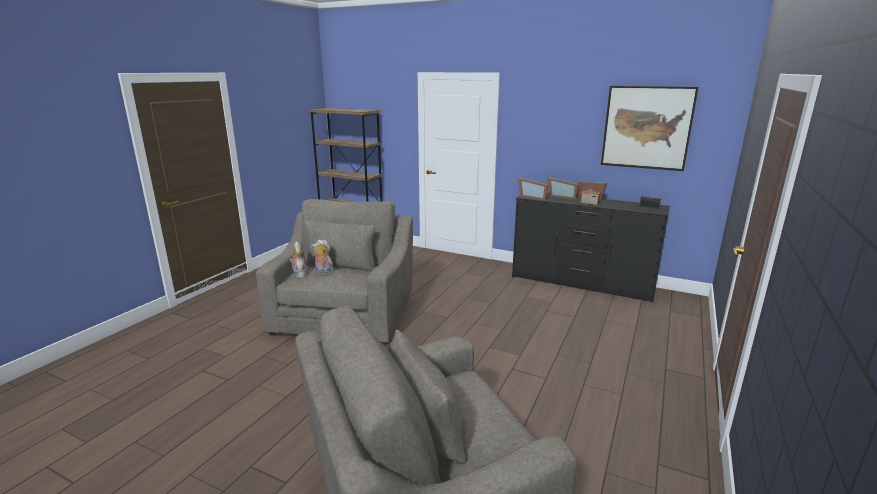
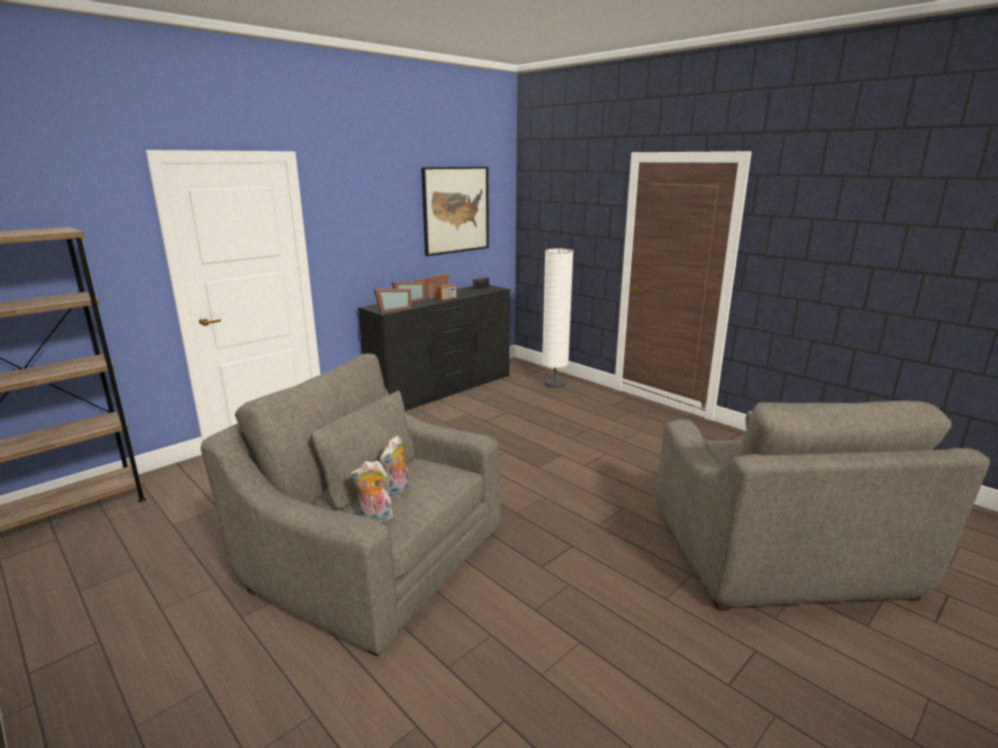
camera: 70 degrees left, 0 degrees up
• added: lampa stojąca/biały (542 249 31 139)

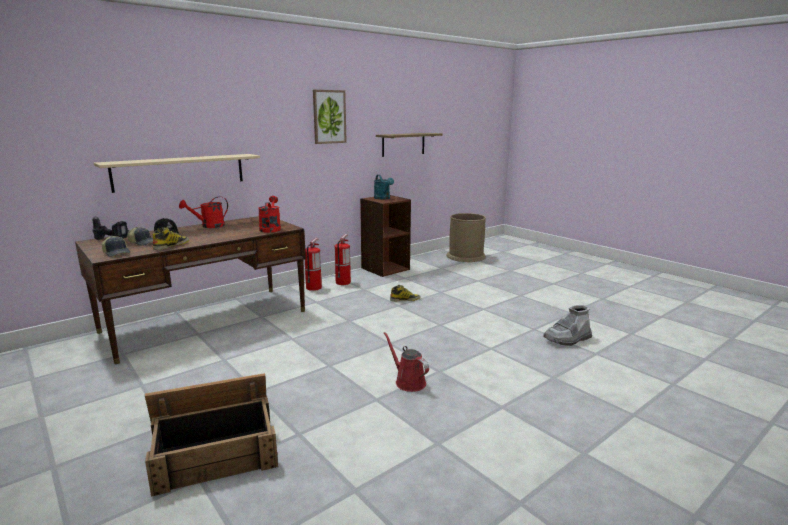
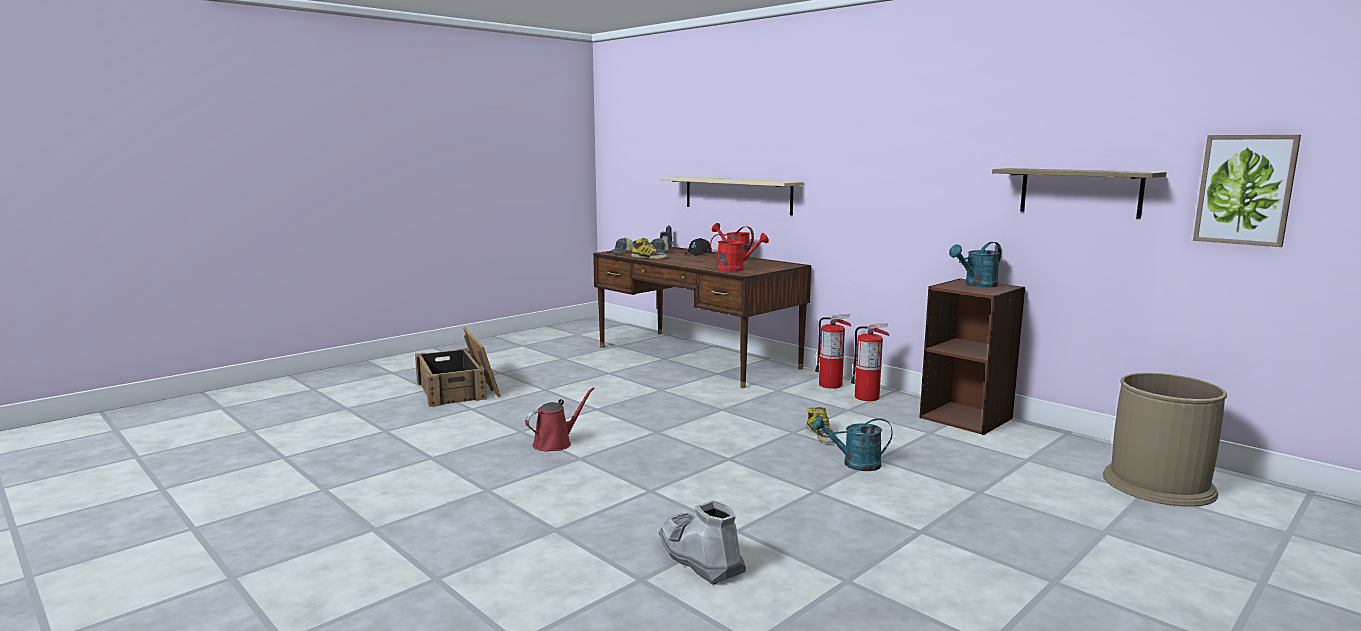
camera: 85 degrees right, 5 degrees down
• added: konewka/turkusowy (812 416 81 55)
• moved: obraz (313 90 34 54) to (1193 135 108 112)

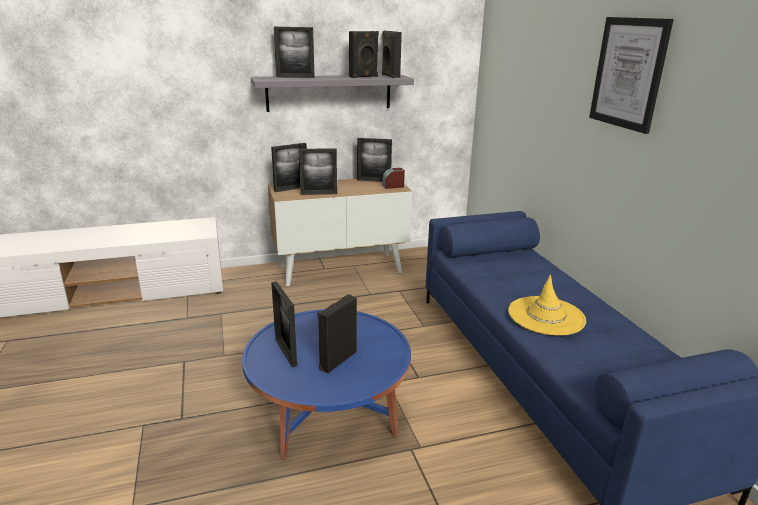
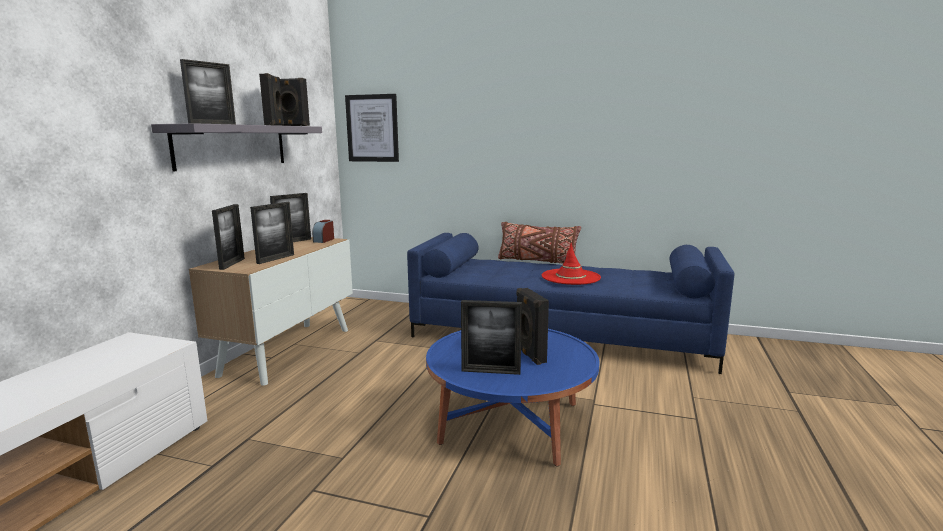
camera: 55 degrees left, 10 degrees down
• moved: obraz (589 17 85 117) to (345 94 54 68)
• added: poduszka/brązowy (498 222 83 42)
• recoloured: kapelusz/żółty (508 275 78 60) to kapelusz/czerwony (542 243 59 42)

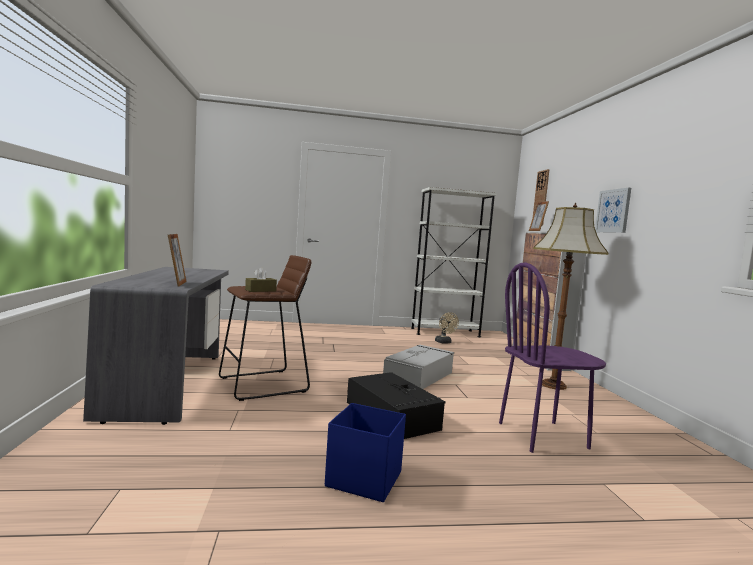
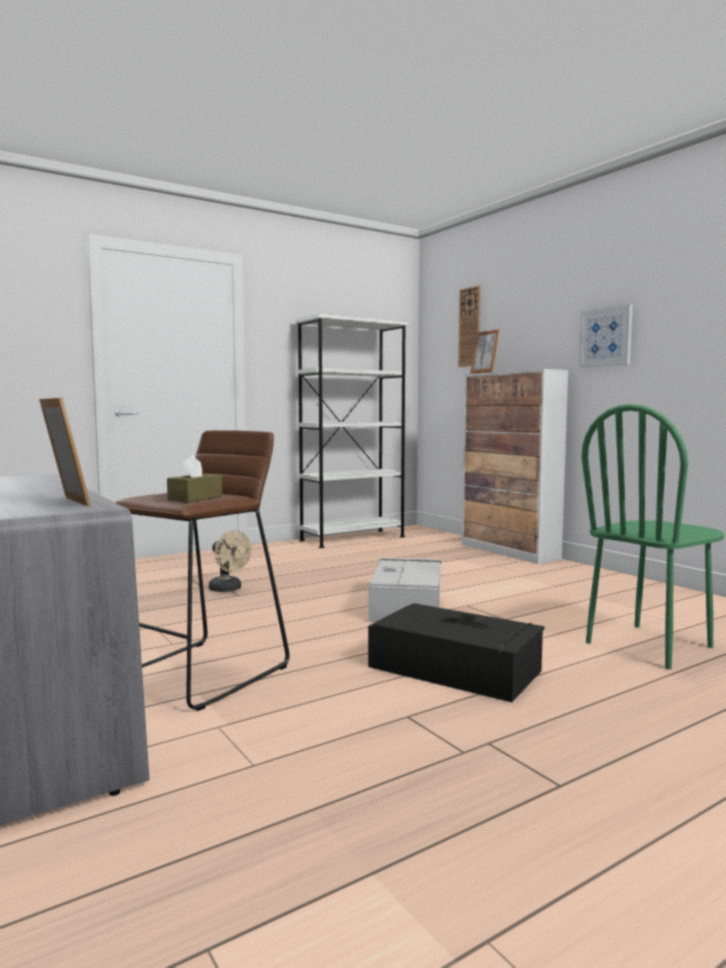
camera: 25 degrees left, 0 degrees up
• moved: wentylator/beżowy (435 312 24 31) to (209 530 43 62)
• recoloured: krzesło/fioletowy (499 263 107 190) to krzesło/zielony (581 404 143 265)
• removed: pojemnik do przechowywania/niebieski (325 403 81 99)
• removed: lampa stojąca (533 203 75 187)

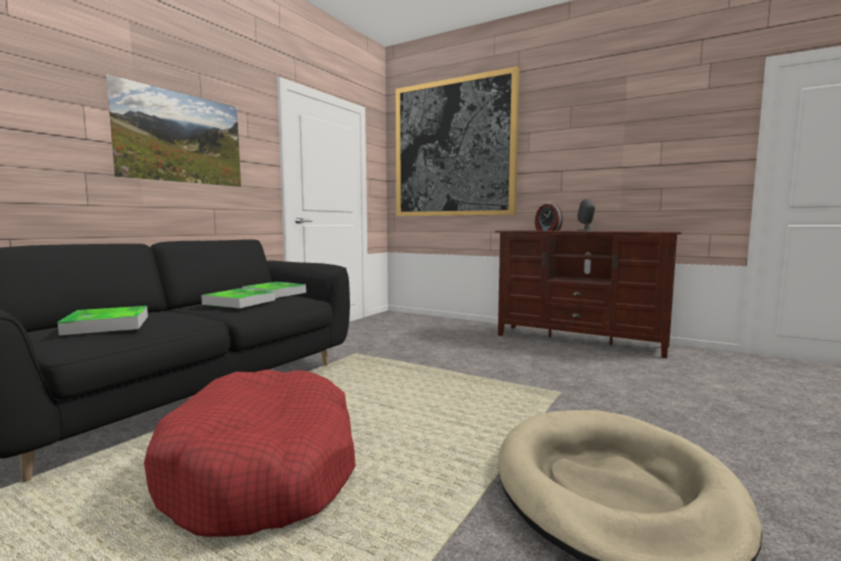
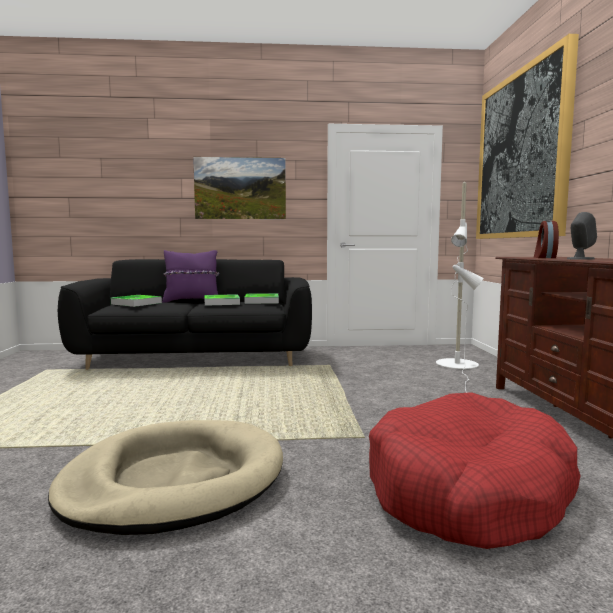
camera: 55 degrees right, 0 degrees up
• added: poduszka/fioletowy (162 250 57 52)
• moved: legowisko/czerwony (144 369 212 168) to (369 392 212 157)
• added: lampa stojąca/biały (436 182 48 211)

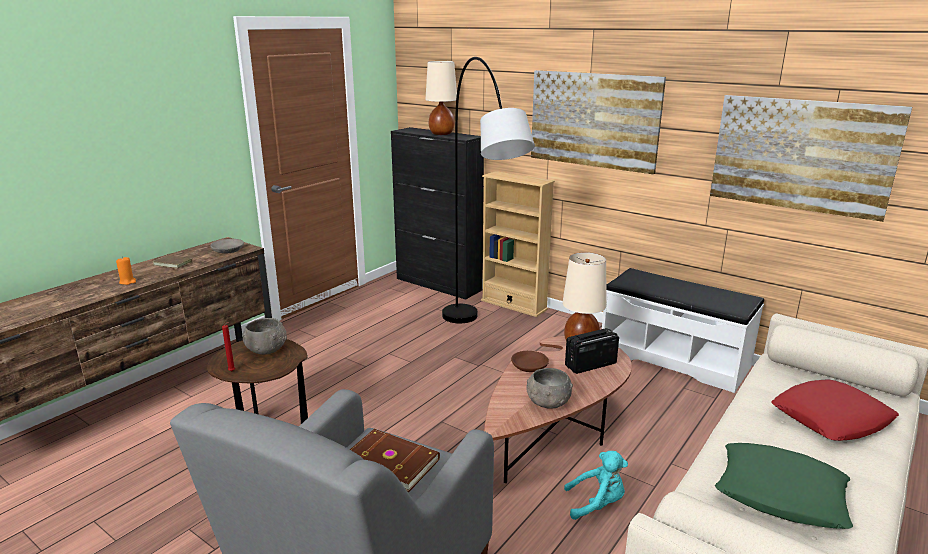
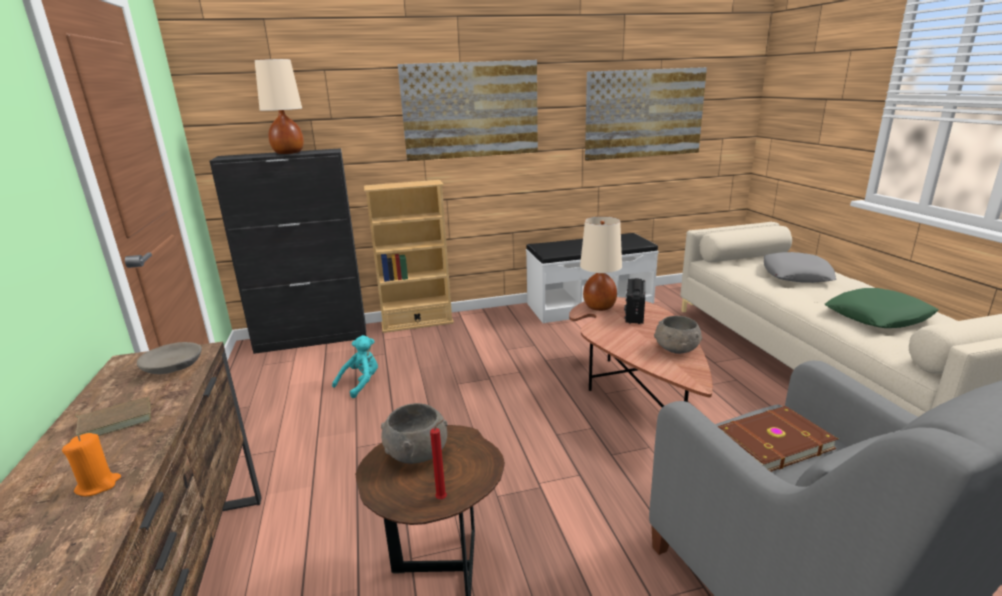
camera: 50 degrees left, 0 degrees up
• moved: pluszak/turkusowy (564 451 64 69) to (332 335 46 63)
• recoloured: poduszka/czerwony (771 380 128 61) to poduszka/szary (764 252 72 31)
• removed: lampa stojąca/szary (442 57 93 266)
• removed: miska/brązowy (511 351 38 21)

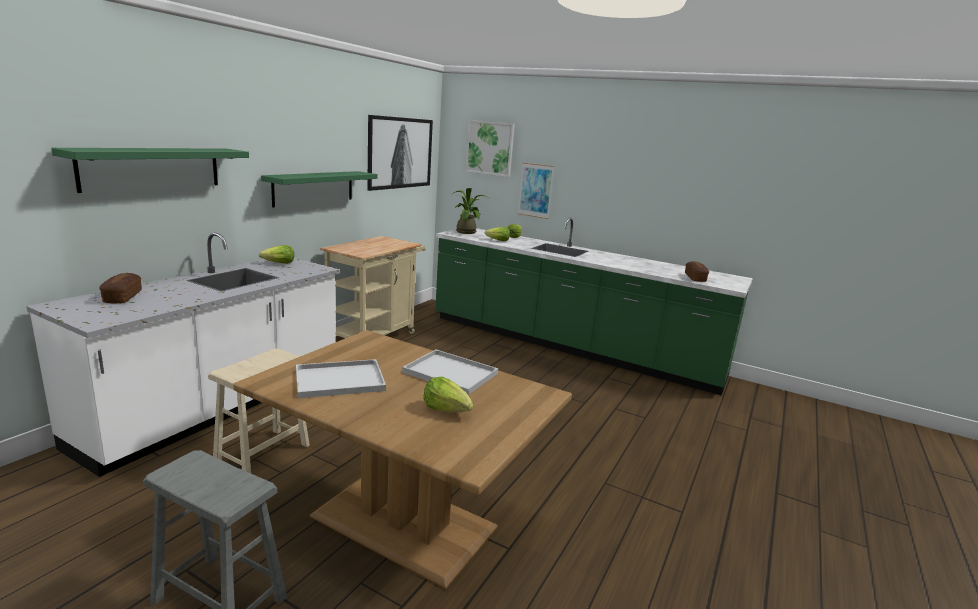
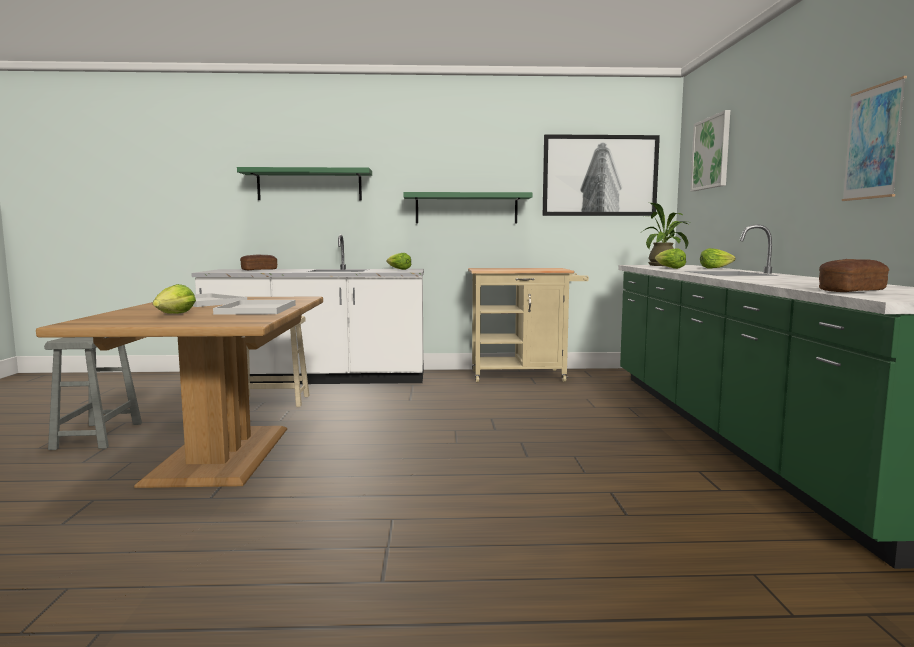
camera: 60 degrees right, 10 degrees down
• moved: obraz (518 163 36 56) to (842 76 65 125)

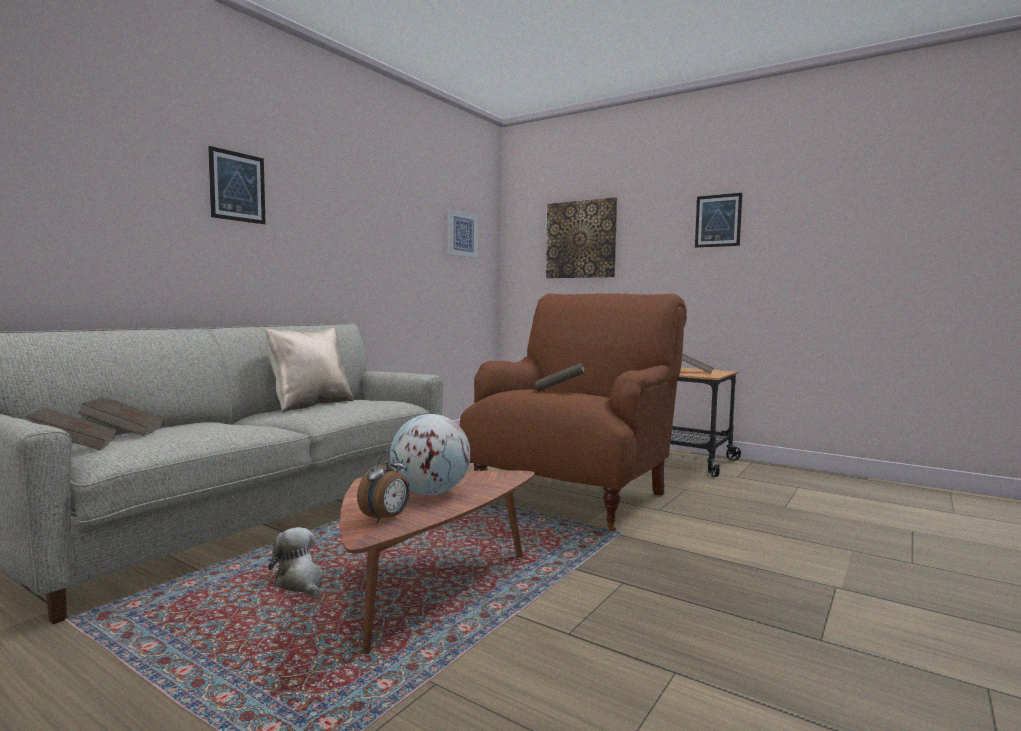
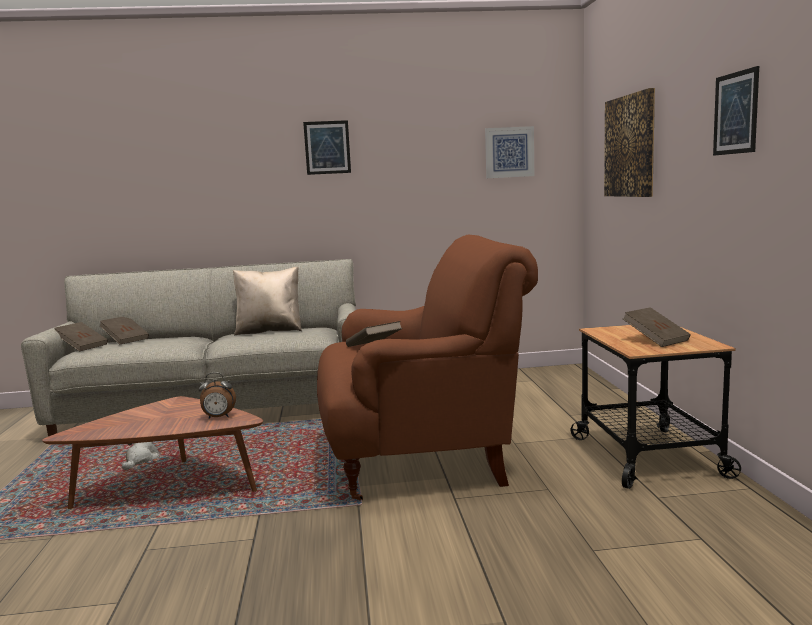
camera: 50 degrees right, 5 degrees up
• moved: budzik (357 450 53 73) to (199 372 37 47)
• moved: obraz (208 146 58 78) to (303 120 48 55)
• removed: globus (390 414 81 81)

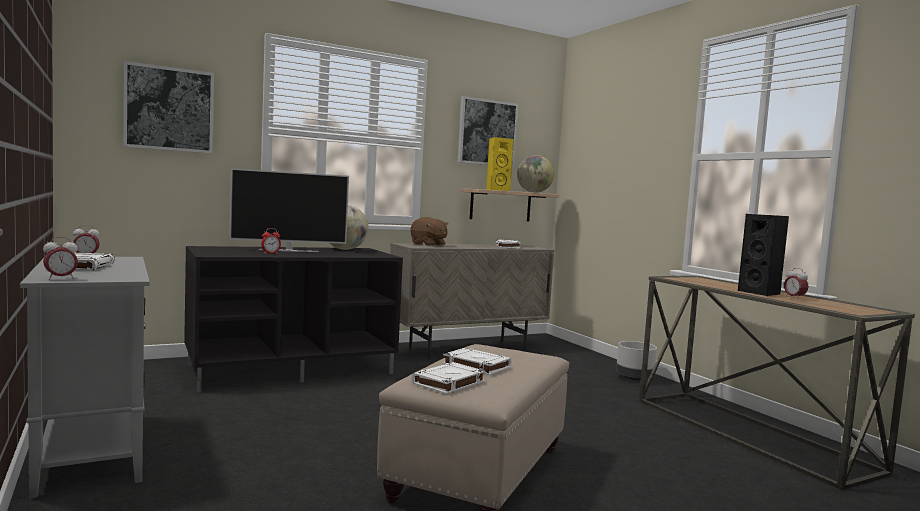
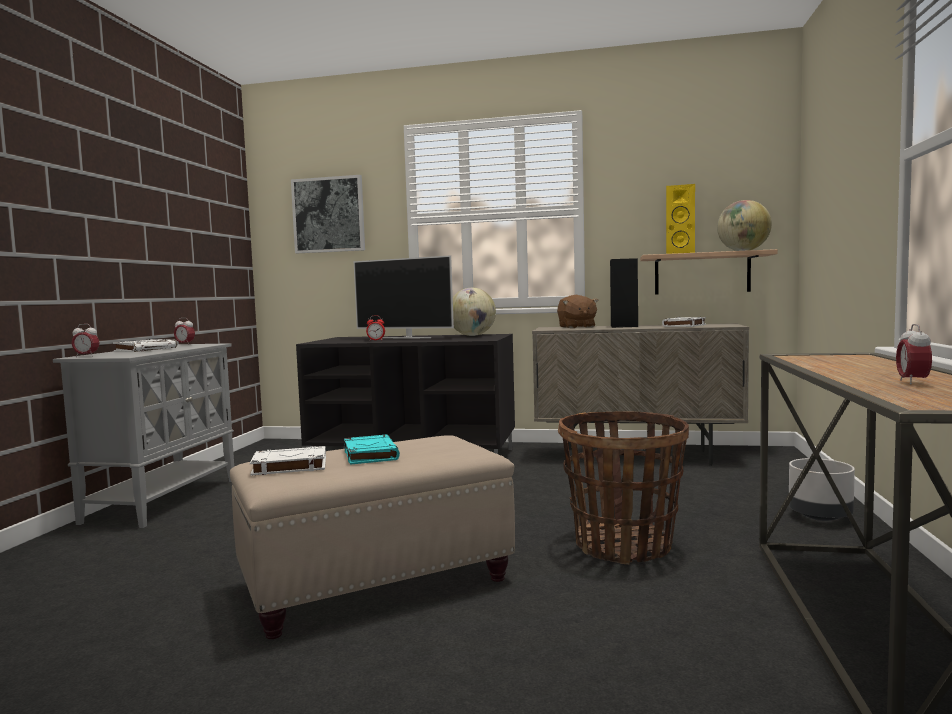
camera: 40 degrees right, 0 degrees up
• recoloured: książka/biały (443 348 68 27) to książka/turkusowy (344 435 56 30)
• added: koszyk (558 411 131 154)
• moved: głośnik/czarny (738 214 51 82) to (610 258 28 70)
• removed: obraz (458 96 61 71)

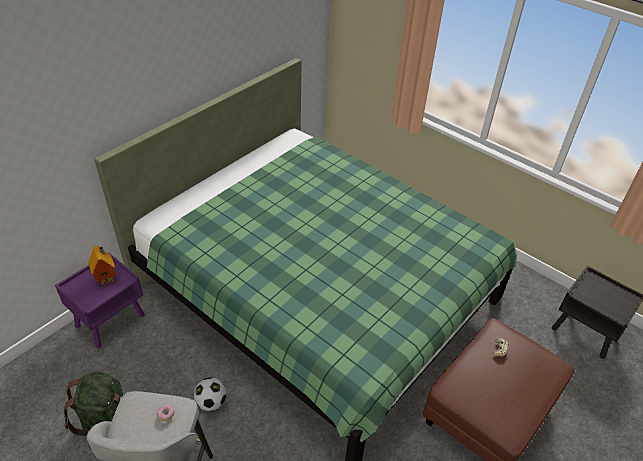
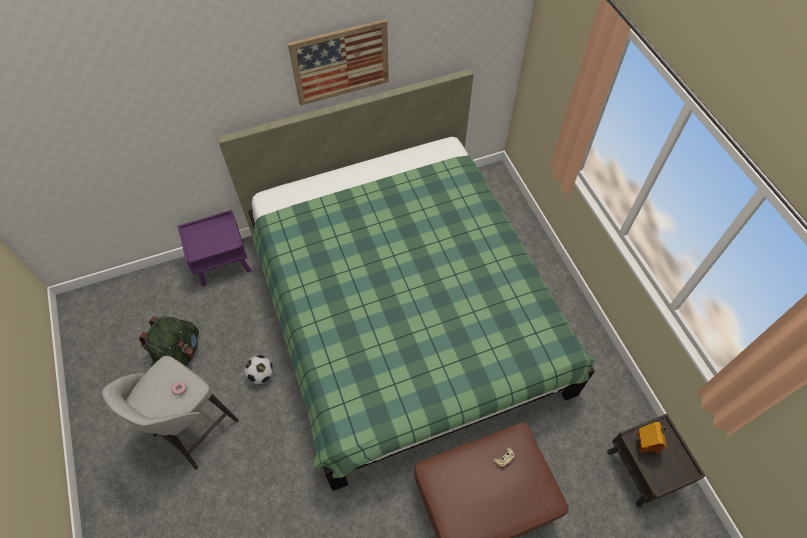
camera: 30 degrees right, 15 degrees up
• added: obraz (288 19 101 87)
• moved: domek (88 246 28 39) to (636 422 31 31)

